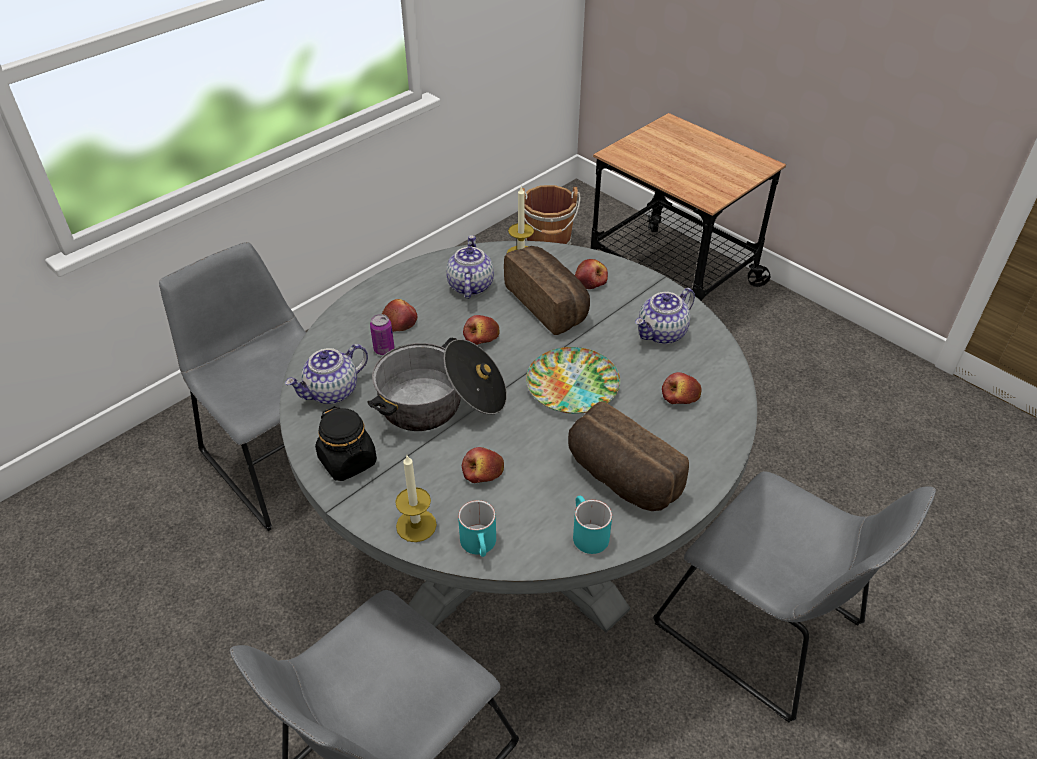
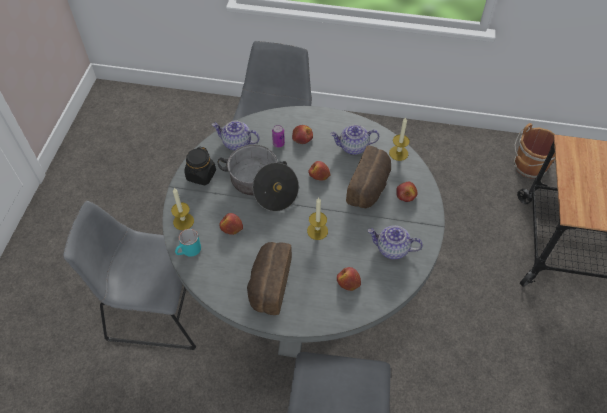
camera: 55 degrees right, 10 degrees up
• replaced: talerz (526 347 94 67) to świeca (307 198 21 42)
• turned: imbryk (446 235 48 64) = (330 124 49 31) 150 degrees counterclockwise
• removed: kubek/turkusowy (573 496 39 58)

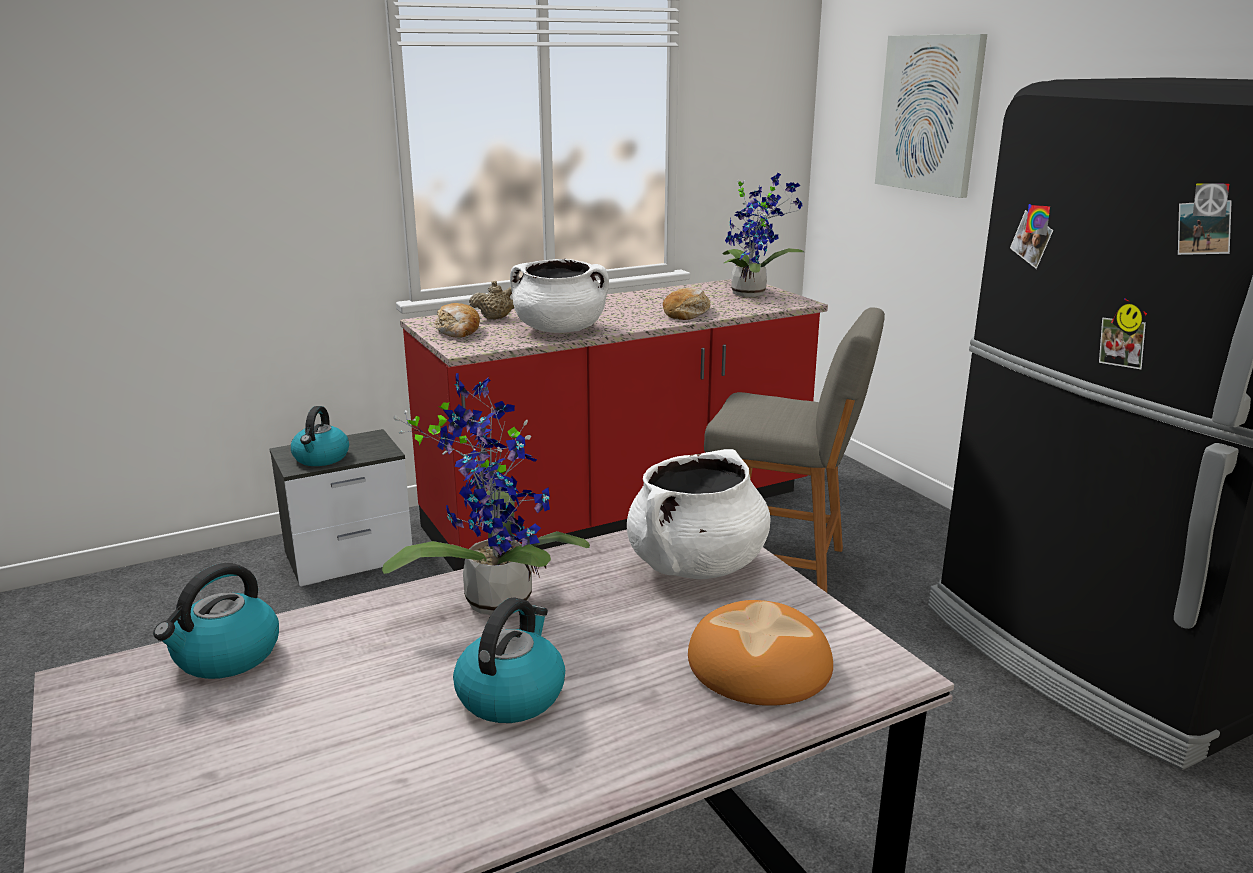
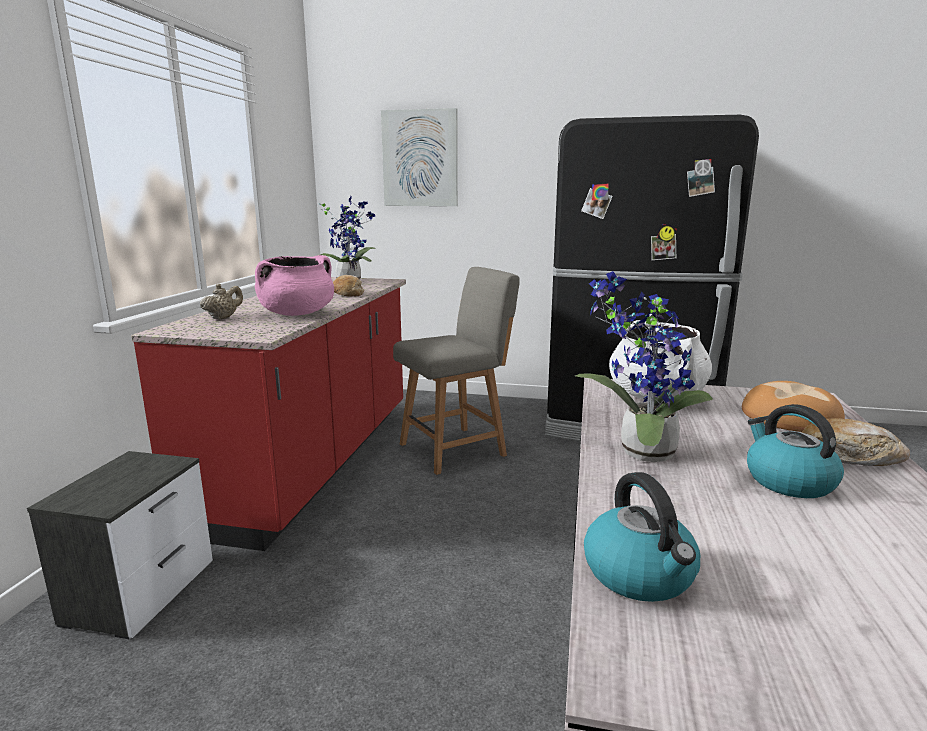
camera: 50 degrees left, 5 degrees down
• recoloured: garnek/biały (510 259 99 74) to garnek/różowy (255 255 79 61)
• moved: chleb (435 303 45 35) to (801 418 109 48)
• removed: czajnik (291 406 58 60)

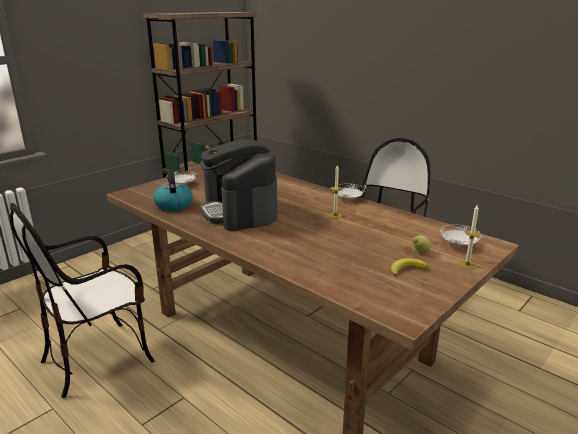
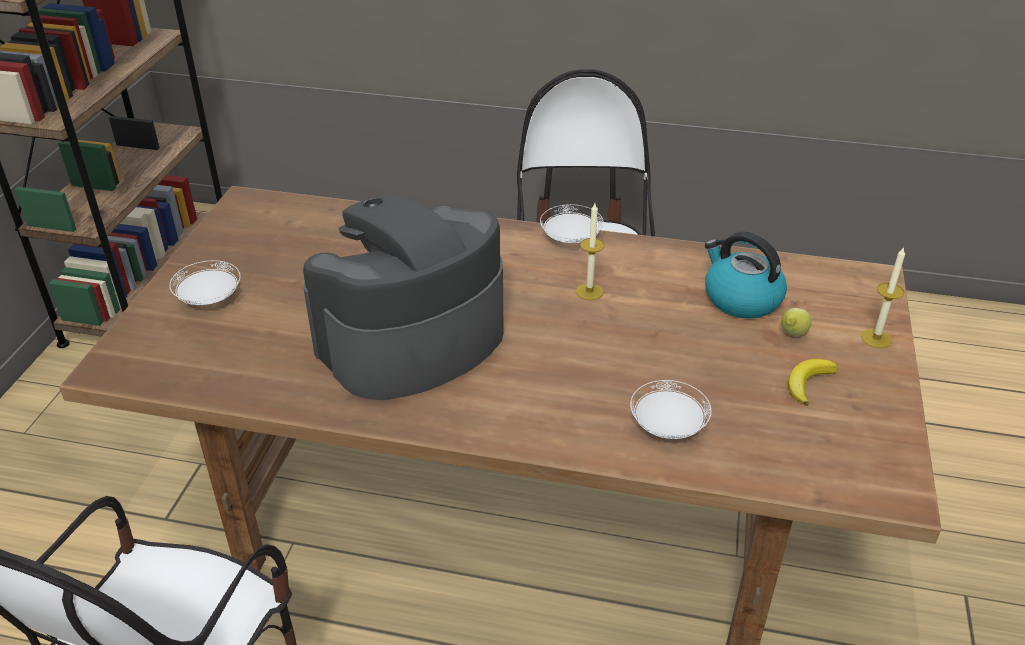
camera: 30 degrees left, 15 degrees up
• turned: ekspres do kawy (200 139 77 92) = (303 193 200 207) 105 degrees clockwise
• moved: talerz/biały (440 225 42 20) to (630 380 81 59)
• moved: czajnik (153 170 40 41) to (705 232 82 86)

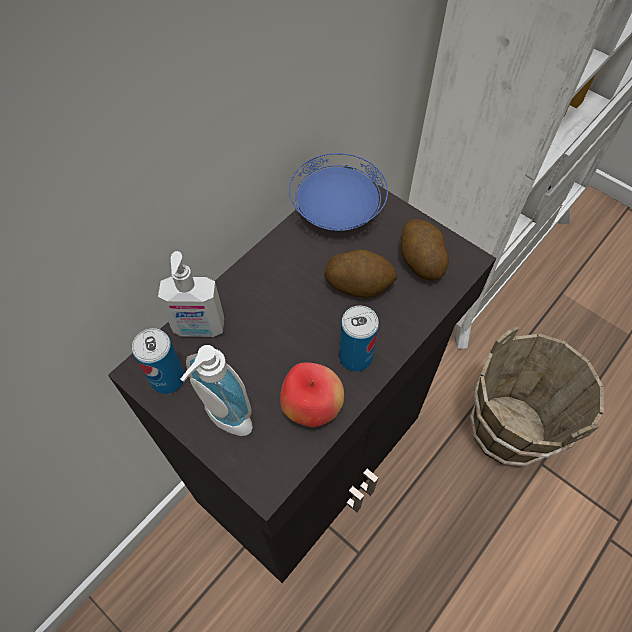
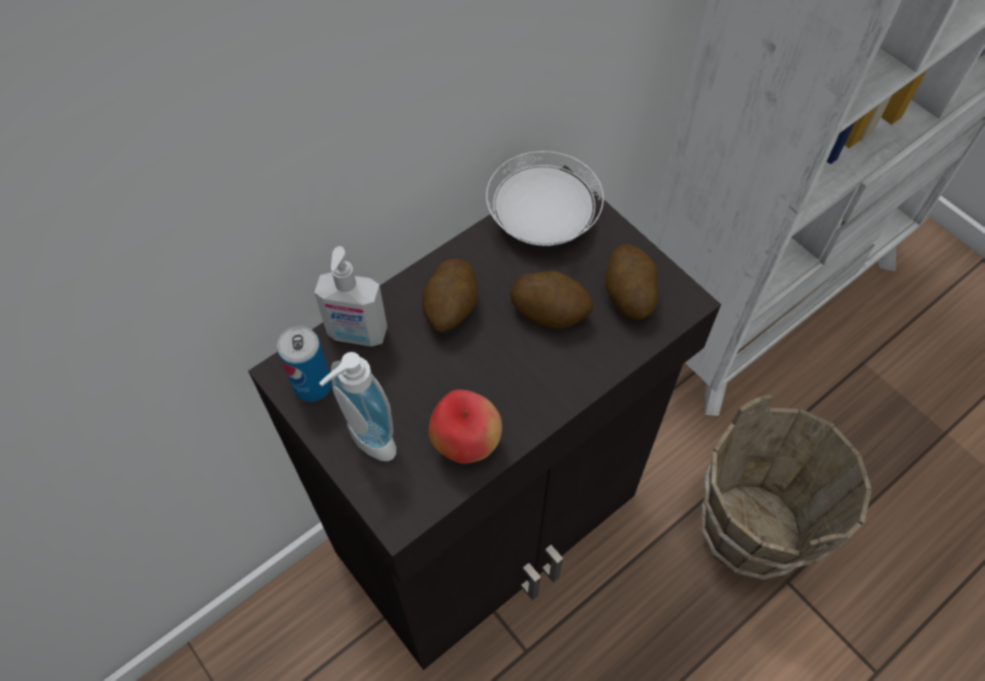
camera: 10 degrees right, 0 degrees up
• added: ziemniak (422 259 56 73)
• recoloured: talerz/niebieski (289 153 99 78) to talerz/biały (486 151 118 95)
• removed: puszka (339 306 40 65)

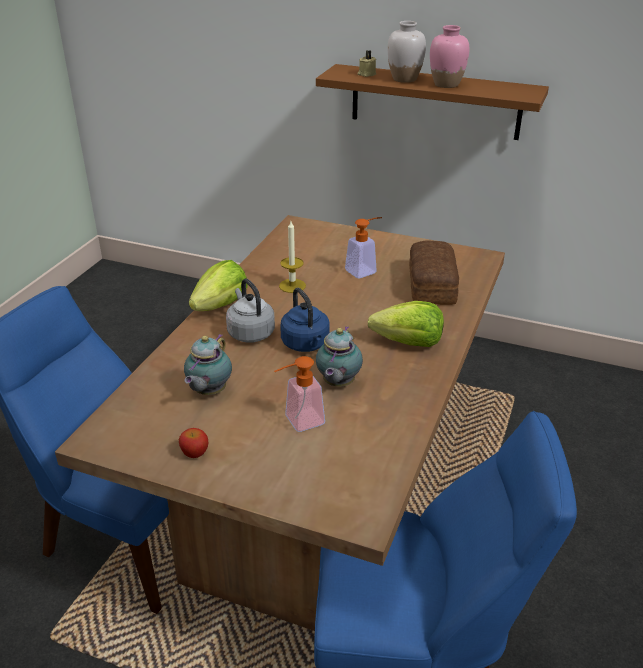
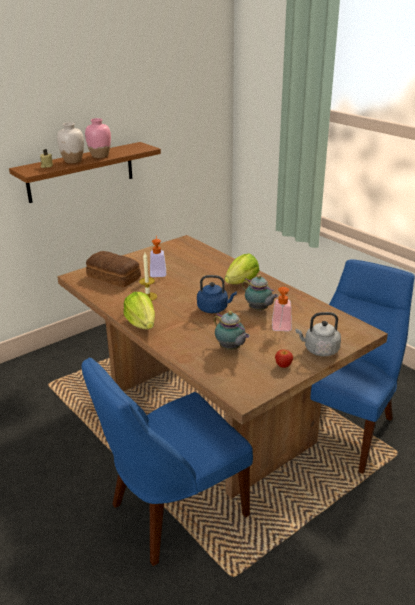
camera: 60 degrees left, 5 degrees down
• moved: chleb (409 240 50 65) to (86 251 55 36)
• moved: czajnik/szary (226 279 49 64) to (295 312 46 45)

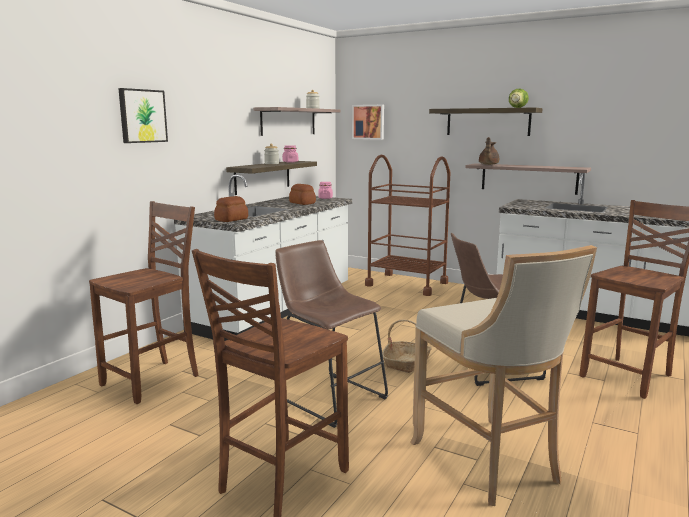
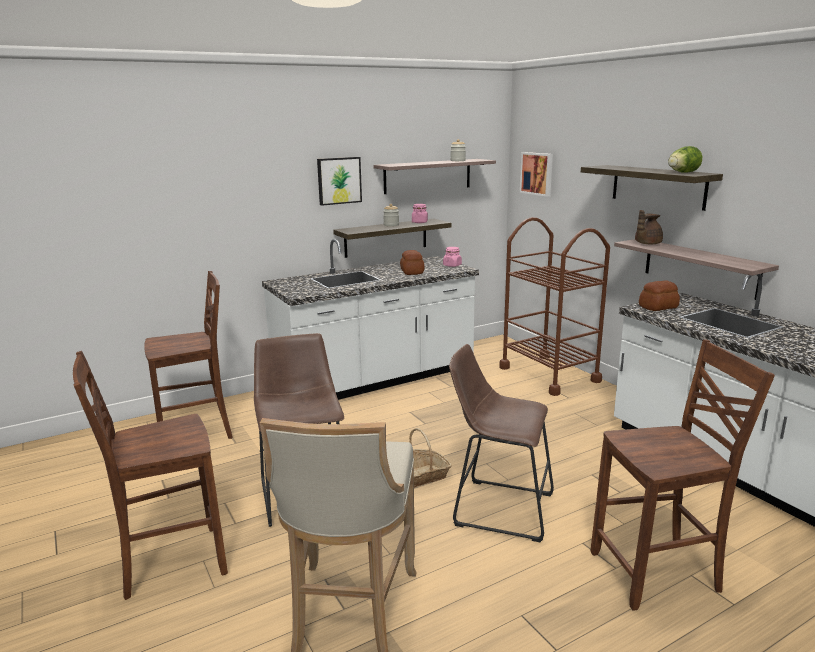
camera: 30 degrees right, 5 degrees up
• moved: obraz (118 88 50 55) to (317 157 45 49)
• moved: chleb (214 196 34 26) to (639 280 41 31)

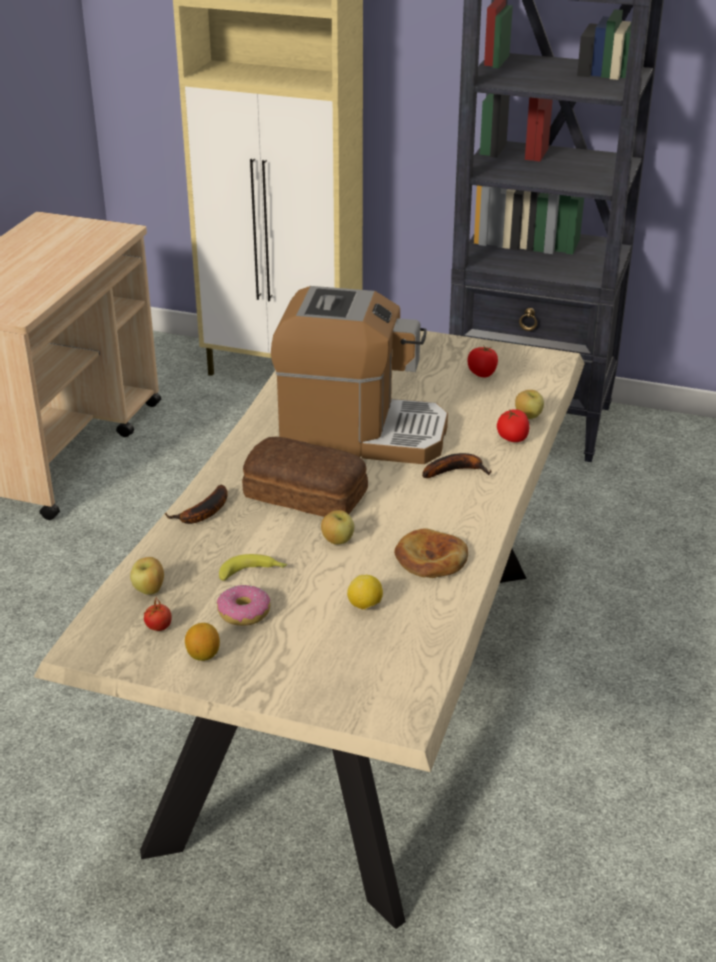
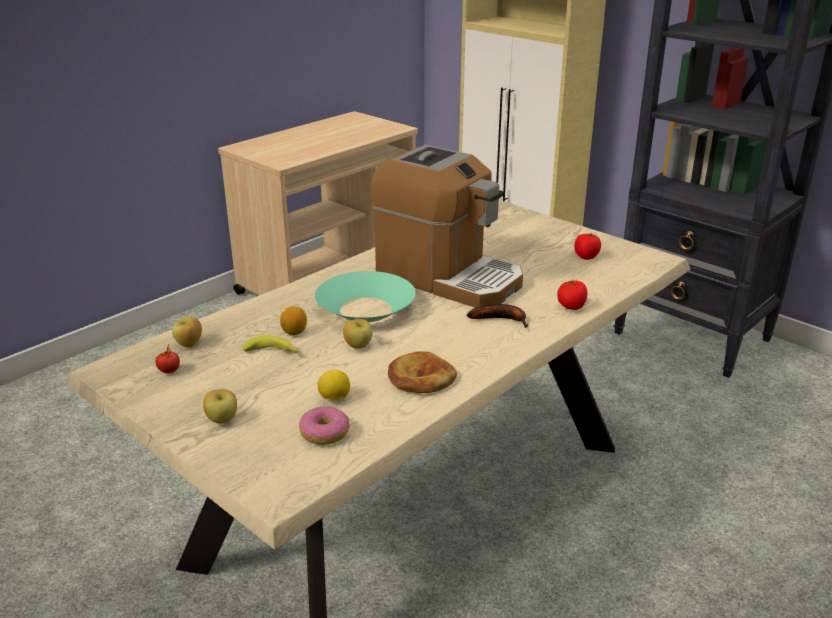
camera: 25 degrees right, 5 degrees down
• moved: jabłko (515 390 29 29) to (203 389 34 35)
• moved: cytryna (185 623 35 38) to (280 307 27 28)
• moved: donut (217 585 53 41) to (299 406 50 39)
• replaced: chleb (242 437 126 80) to miska/turkusowy (315 271 101 51)
• removed: banan (165 485 63 39)

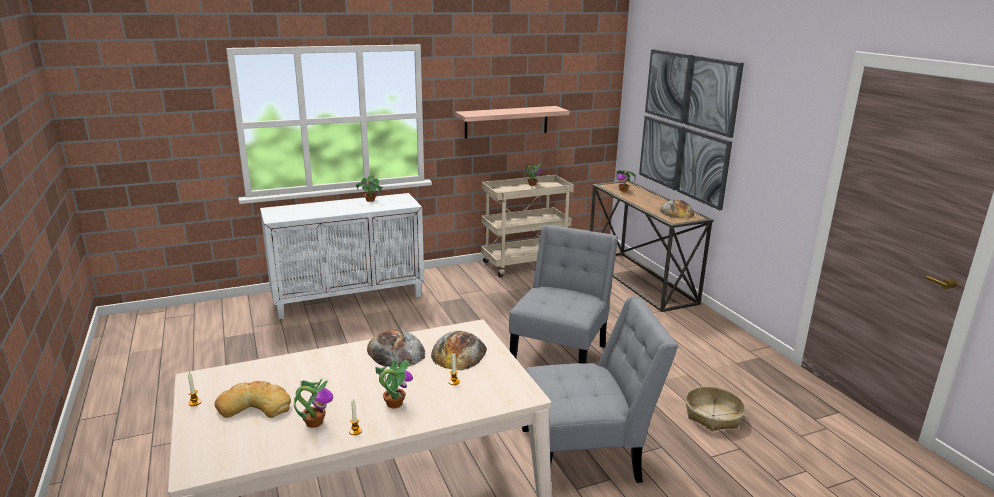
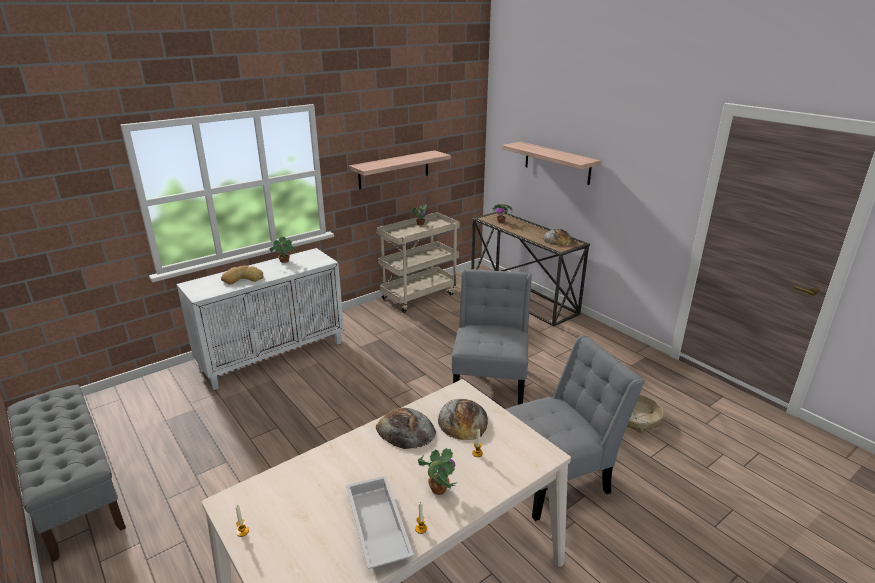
camera: 15 degrees left, 5 degrees up
• added: ławka/szary (7 385 119 177)
• moved: chleb (214 381 77 37) to (221 265 43 20)
• replaced: roślina doniczkowa (294 378 39 50) to taca/biały (346 476 68 93)
• replaced: obraz (639 49 105 161) to półka (502 142 99 43)

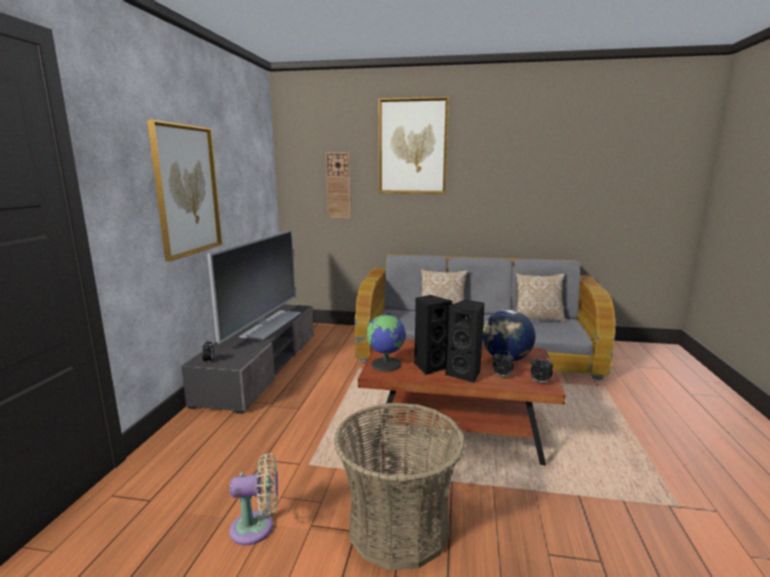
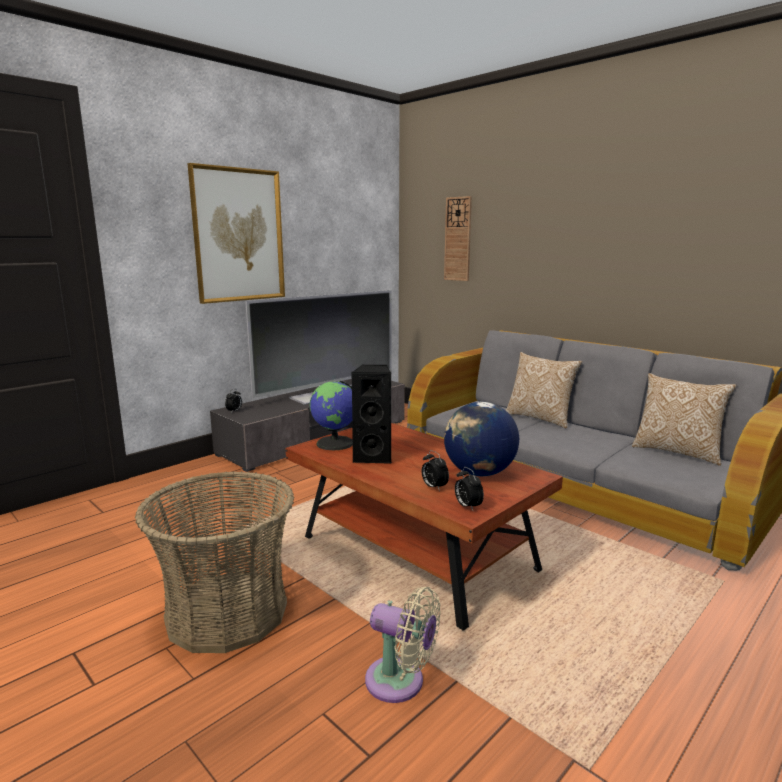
camera: 35 degrees right, 0 degrees up
• moved: wentylator/beżowy (229 453 49 92) to (365 587 76 116)
• removed: obraz (379 97 70 97)
• removed: głośnik/czarny (446 300 39 83)

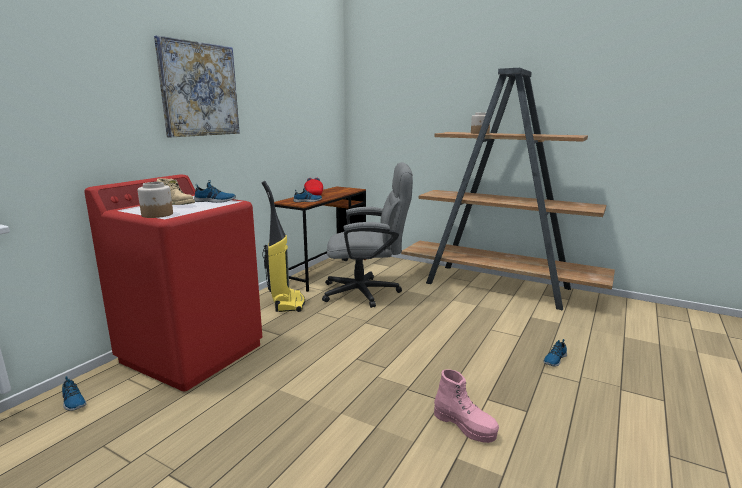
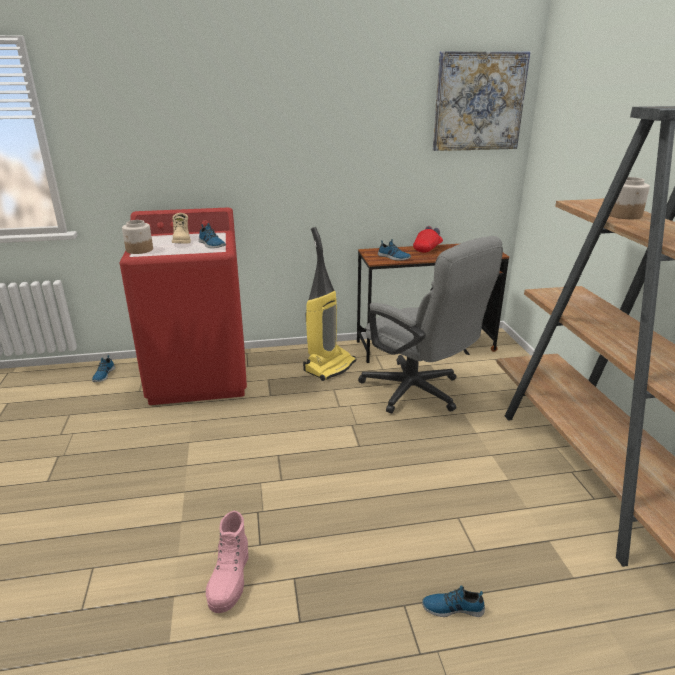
camera: 50 degrees right, 10 degrees up
• moved: obraz (154 35 86 102) to (433 51 97 100)

